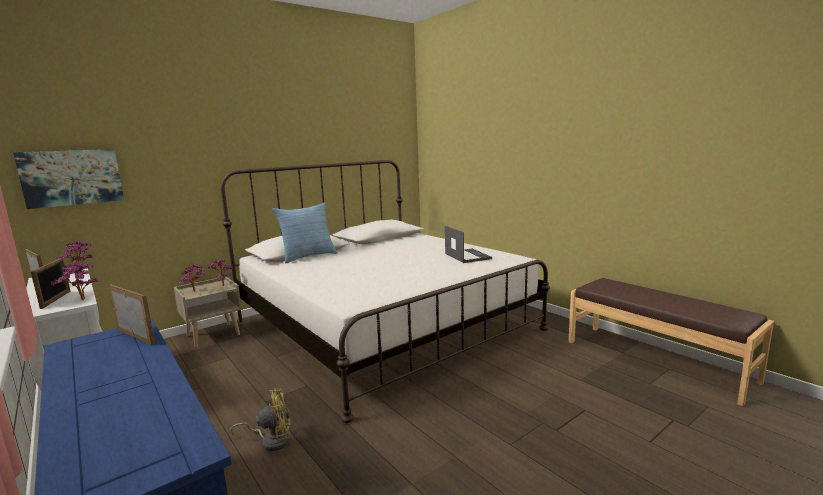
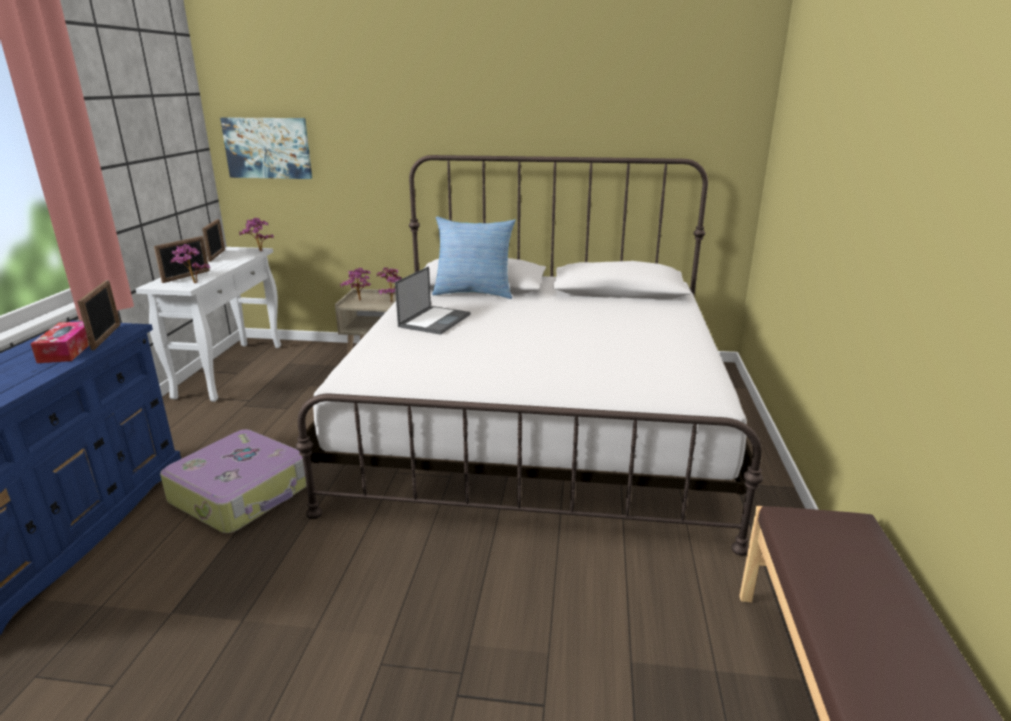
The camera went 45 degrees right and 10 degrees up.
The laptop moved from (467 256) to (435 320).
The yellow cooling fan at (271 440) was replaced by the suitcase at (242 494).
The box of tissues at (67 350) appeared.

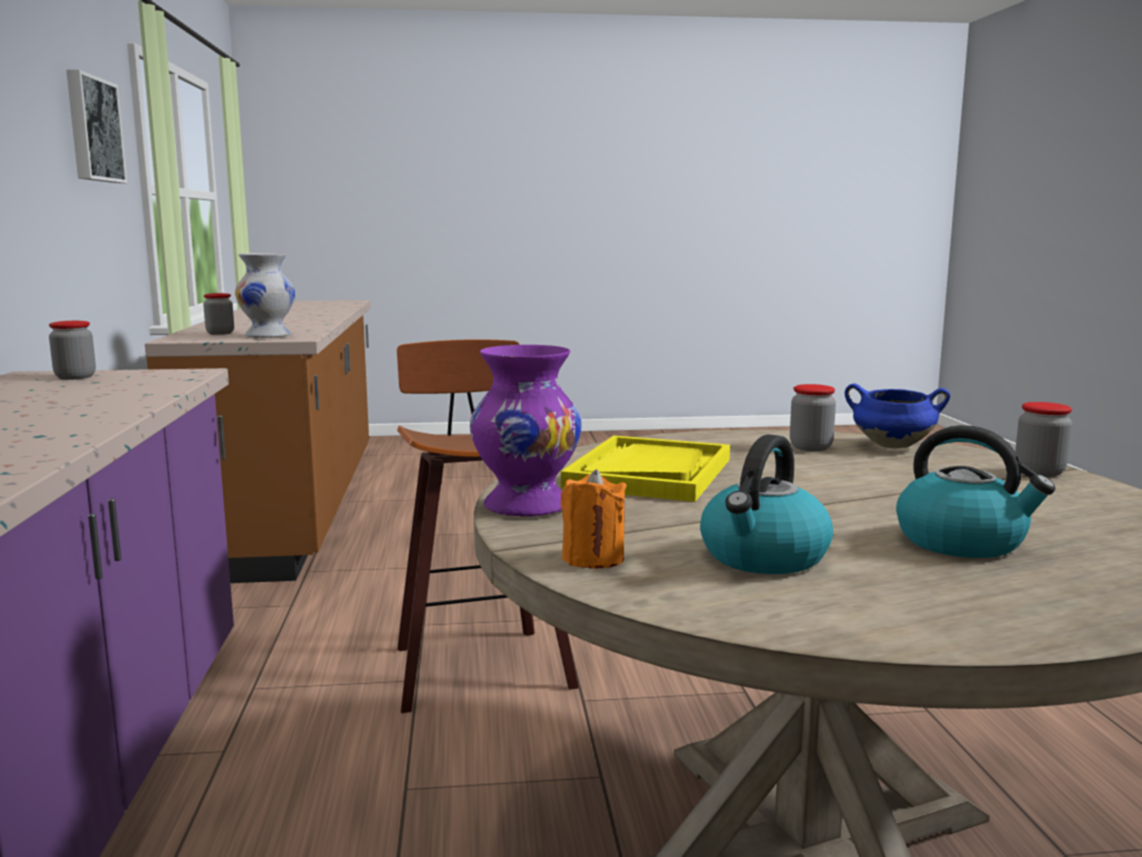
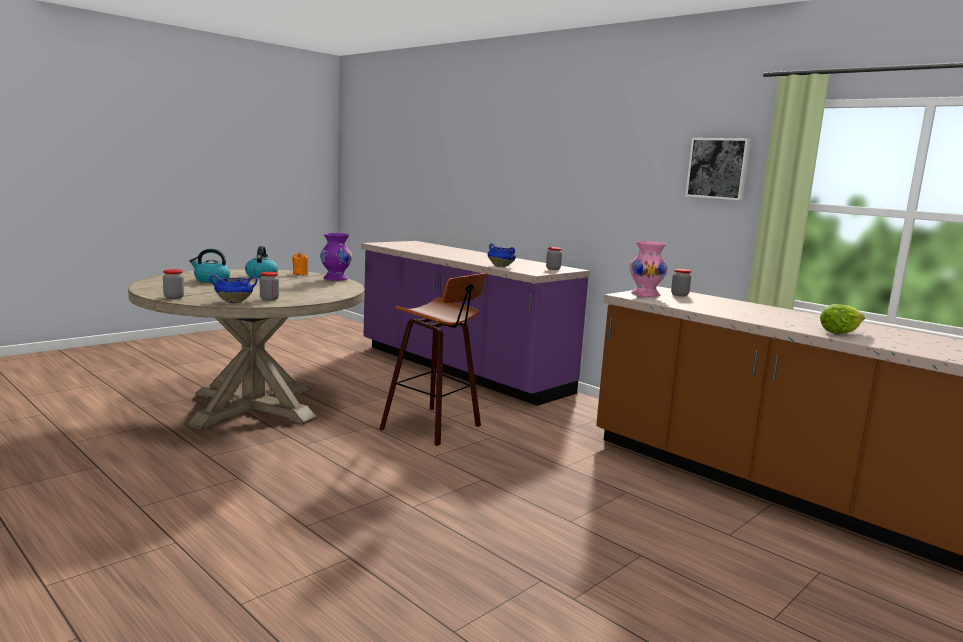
The camera went 140 degrees right and 0 degrees up.
The white flower vase at (269 336) became the pinkish flower vase at (645 295).
The yellow serving tray at (649 473) disappeared.
The bluish cooking pot at (501 266) appeared.
The head of lettuce at (839 332) appeared.

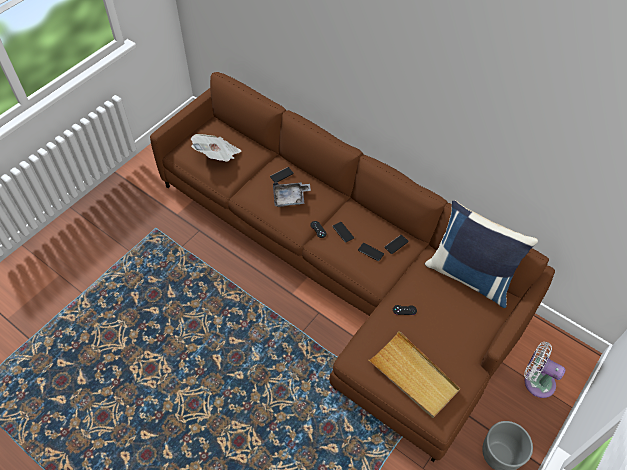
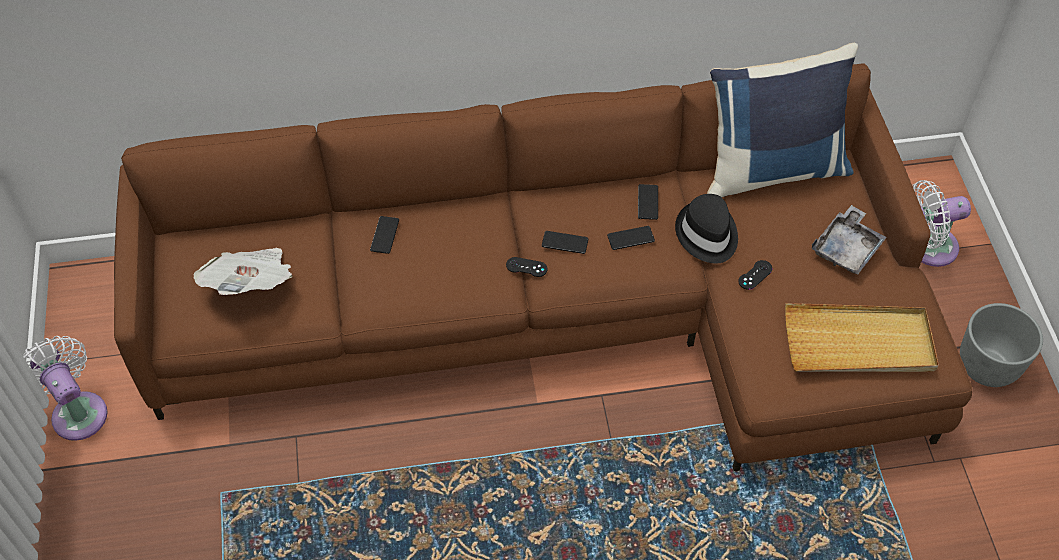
The camera went 45 degrees left and 0 degrees up.
The gray serving tray moved from (290 198) to (847 248).
The black clothing hat at (706 234) appeared.
The white cooling fan at (77 411) appeared.

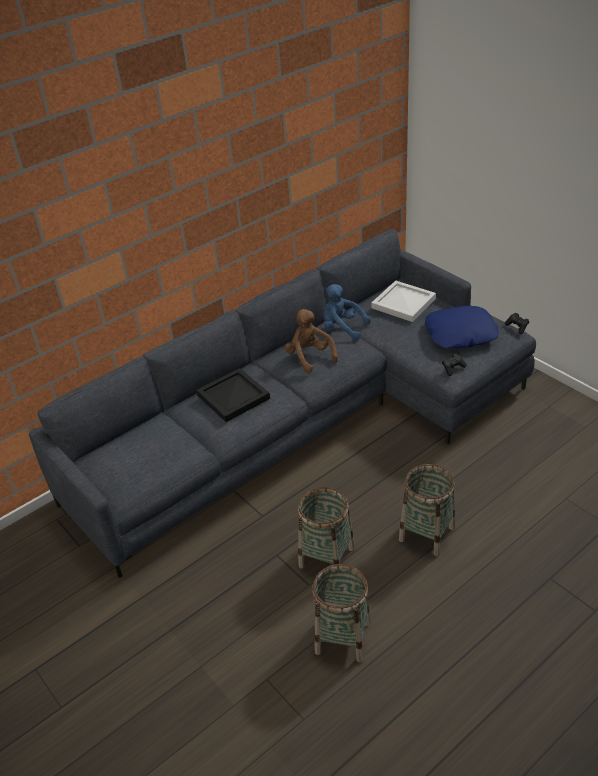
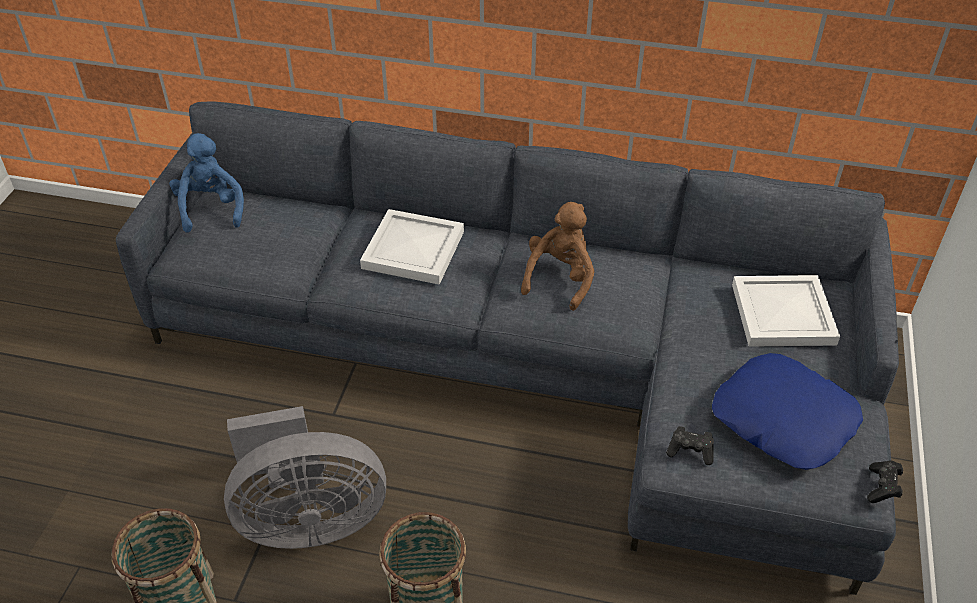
The camera went 50 degrees right and 5 degrees up.
The bluish soft toy moved from (342 329) to (211 208).
The black serving tray at (233 398) became the white serving tray at (411 250).
The storage basket at (326 557) was replaced by the gray cooling fan at (308 520).

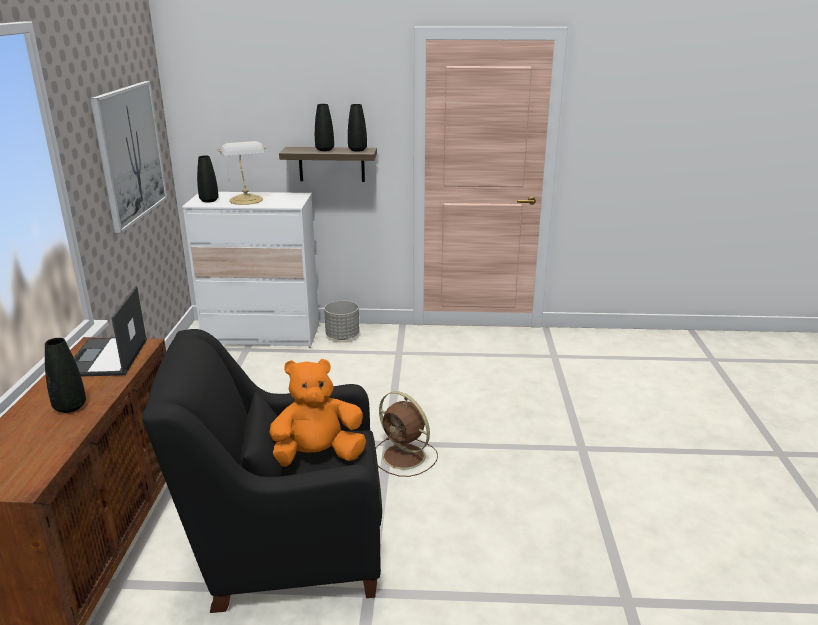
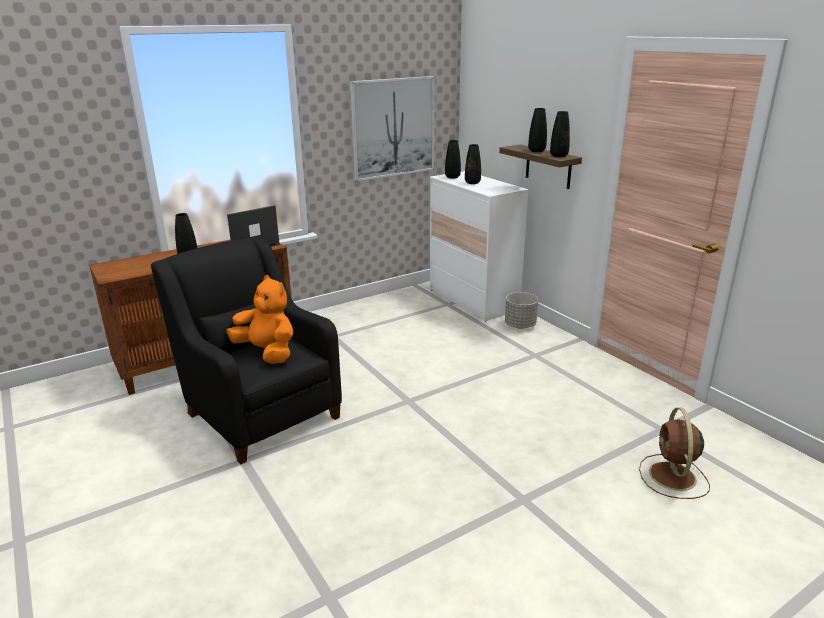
The camera went 55 degrees right and 0 degrees up.
The tabletop lamp at (246 200) was replaced by the black flower vase at (472 183).
The brown cooling fan moved from (405 457) to (673 477).

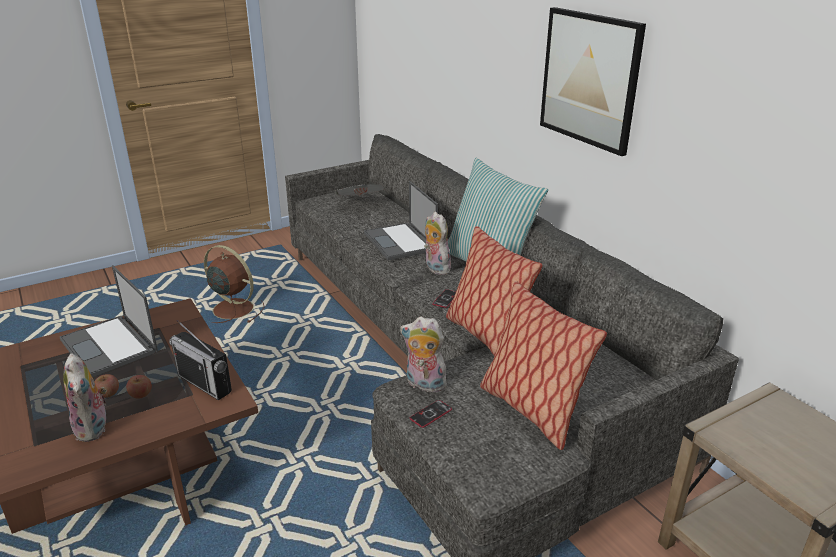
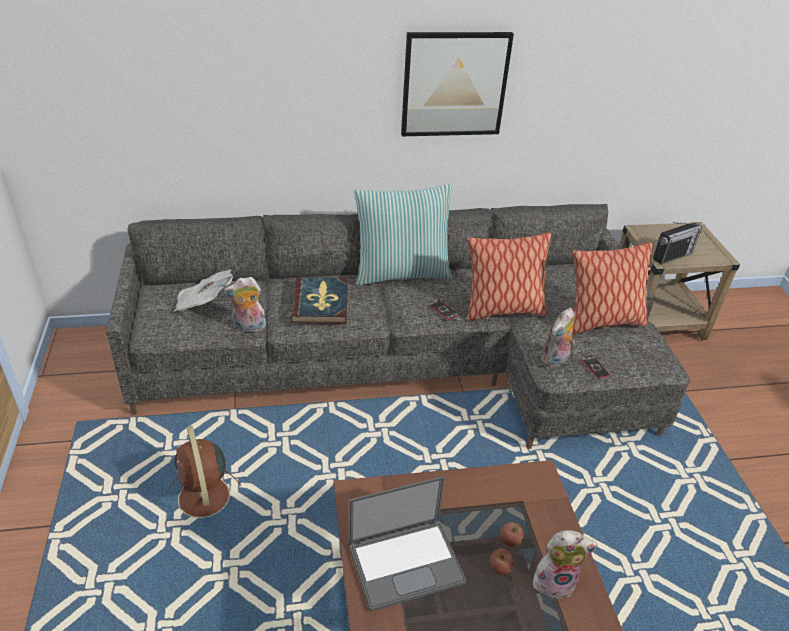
The camera went 70 degrees left and 10 degrees up.
The laptop at (400 242) was replaced by the book at (321 303).
The soft toy moved from (435 268) to (248 328).
The brown cooling fan at (231 309) turned 75 degrees counterclockwise.
The radio moved from (204 383) to (672 256).

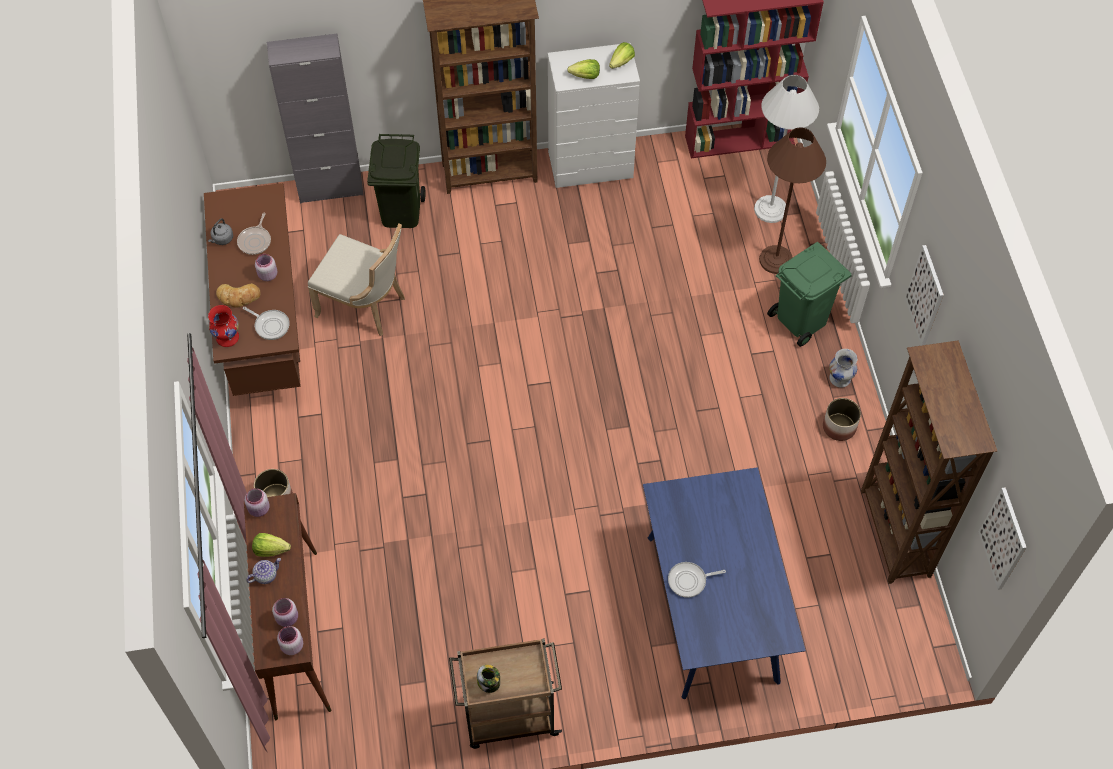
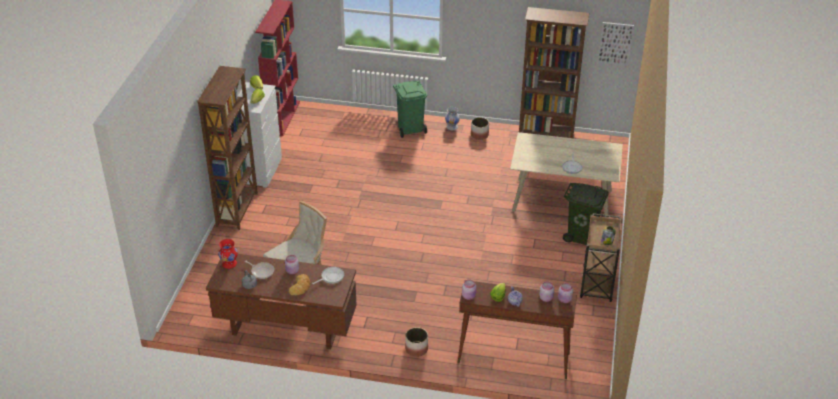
The camera went 70 degrees left and 20 degrees down.
The gray cupboard at (330 188) disappeared.
The white floor lamp at (770 209) disappeared.
The brown floor lamp at (776 260) disappeared.
The green waste bin moved from (400 212) to (581 236).
The wall art at (925 296) disappeared.
The red-coloured flower vase moved from (227 337) to (229 264).
The bluish kitchen table at (713 608) became the sand-coloured kitchen table at (562 200).

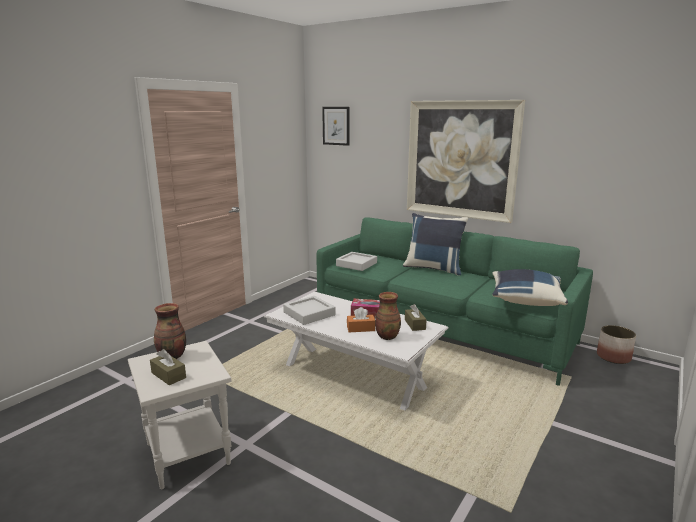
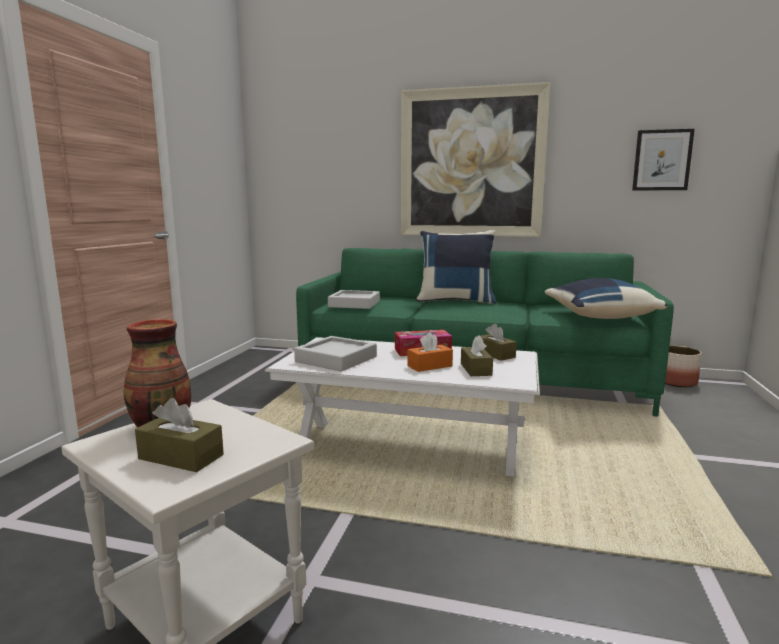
The camera went 20 degrees left and 5 degrees down.
The wall art moved from (336 126) to (662 160).
The flower vase at (387 336) was replaced by the brown box of tissues at (476 369).

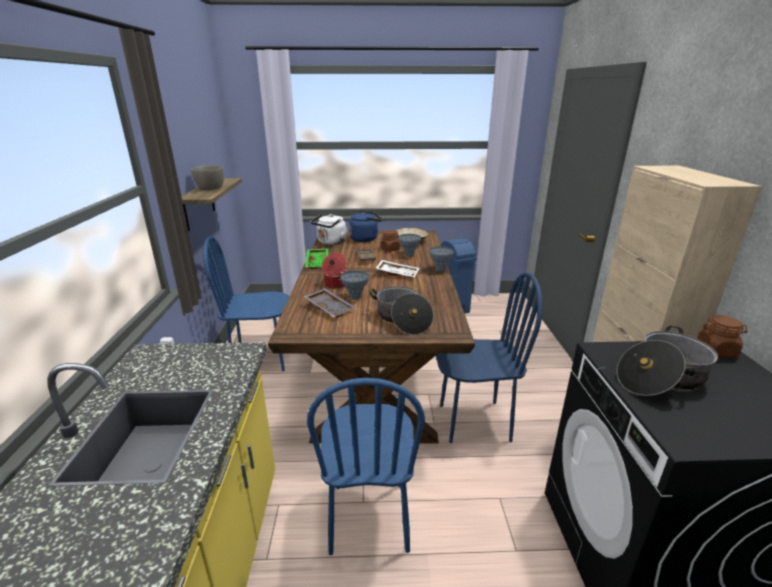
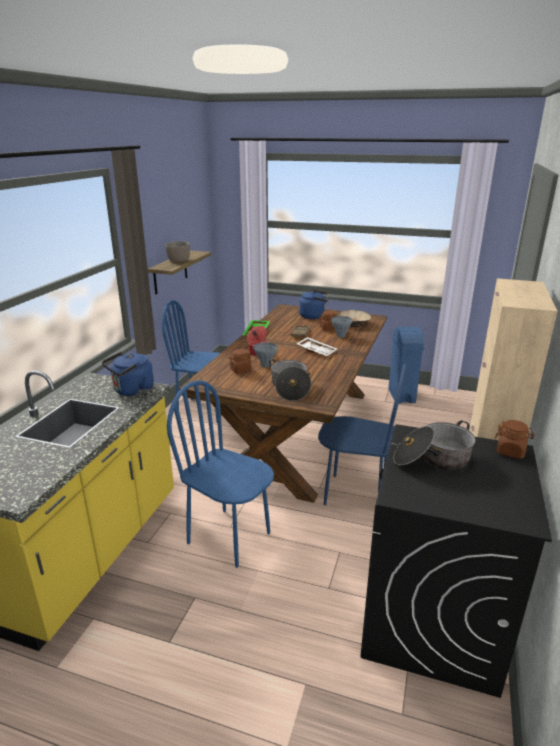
The camera went 20 degrees right and 0 degrees up.
The white kettle at (331 242) disappeared.
The gray flower vase at (440 270) disappeared.
The gray serving tray at (330 308) was replaced by the brown preserve jar at (240 370).
The bluish chair at (369 517) turned 105 degrees clockwise.
The bluish kettle at (131 391) appeared.

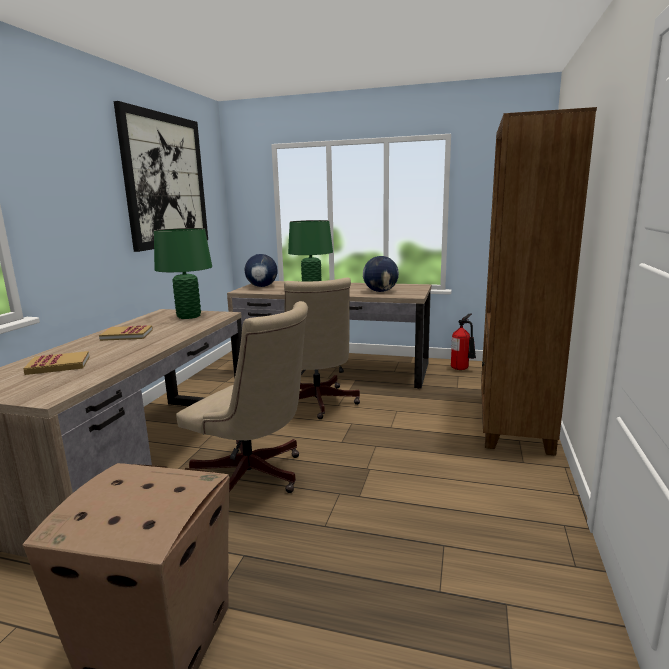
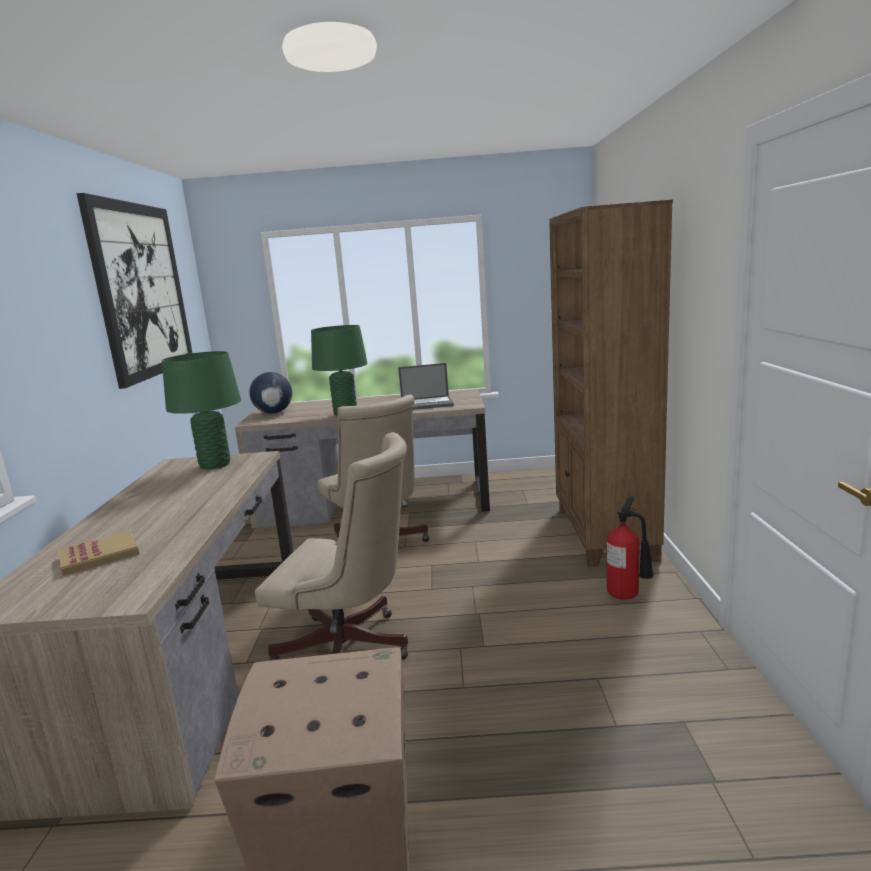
The camera went 15 degrees left and 0 degrees up.
The globe at (380 291) was replaced by the laptop at (427 404).
The extinguisher moved from (462 369) to (628 595).
The book at (127 335) disappeared.

